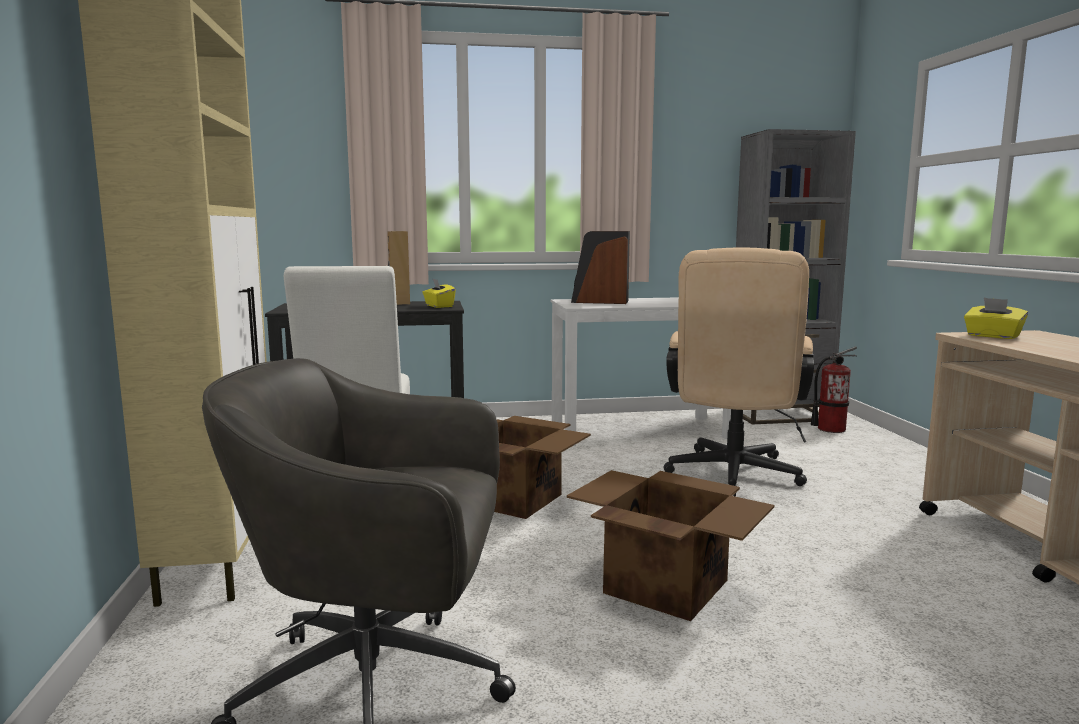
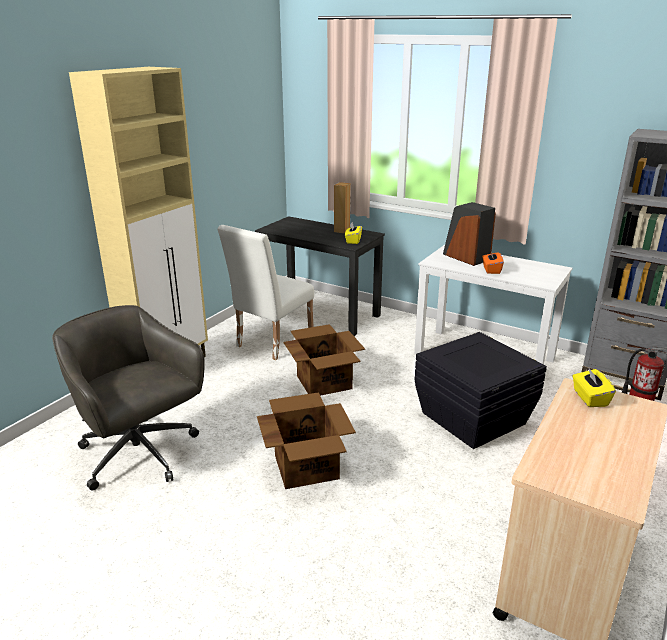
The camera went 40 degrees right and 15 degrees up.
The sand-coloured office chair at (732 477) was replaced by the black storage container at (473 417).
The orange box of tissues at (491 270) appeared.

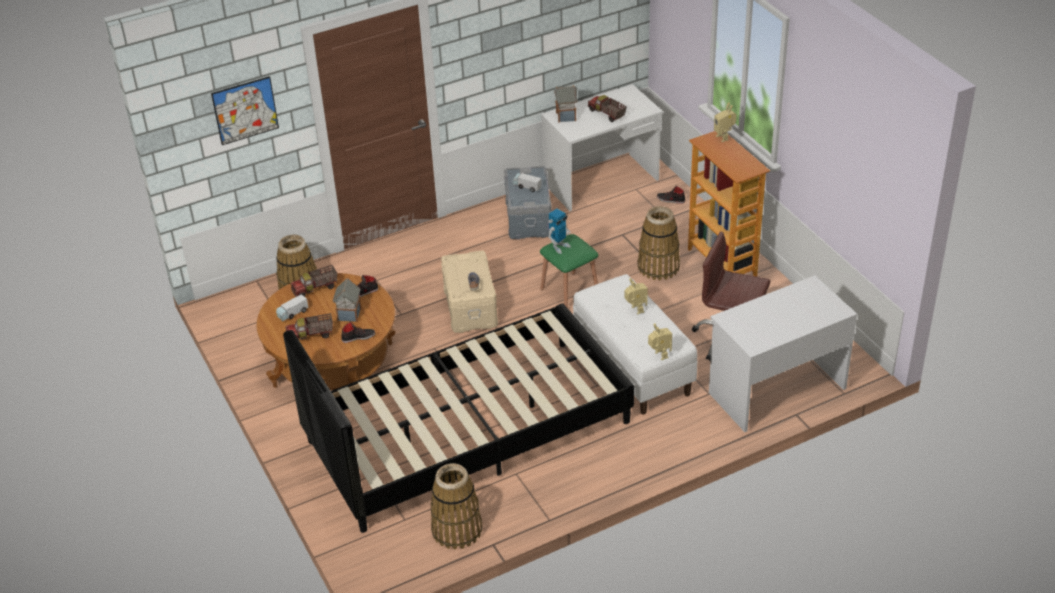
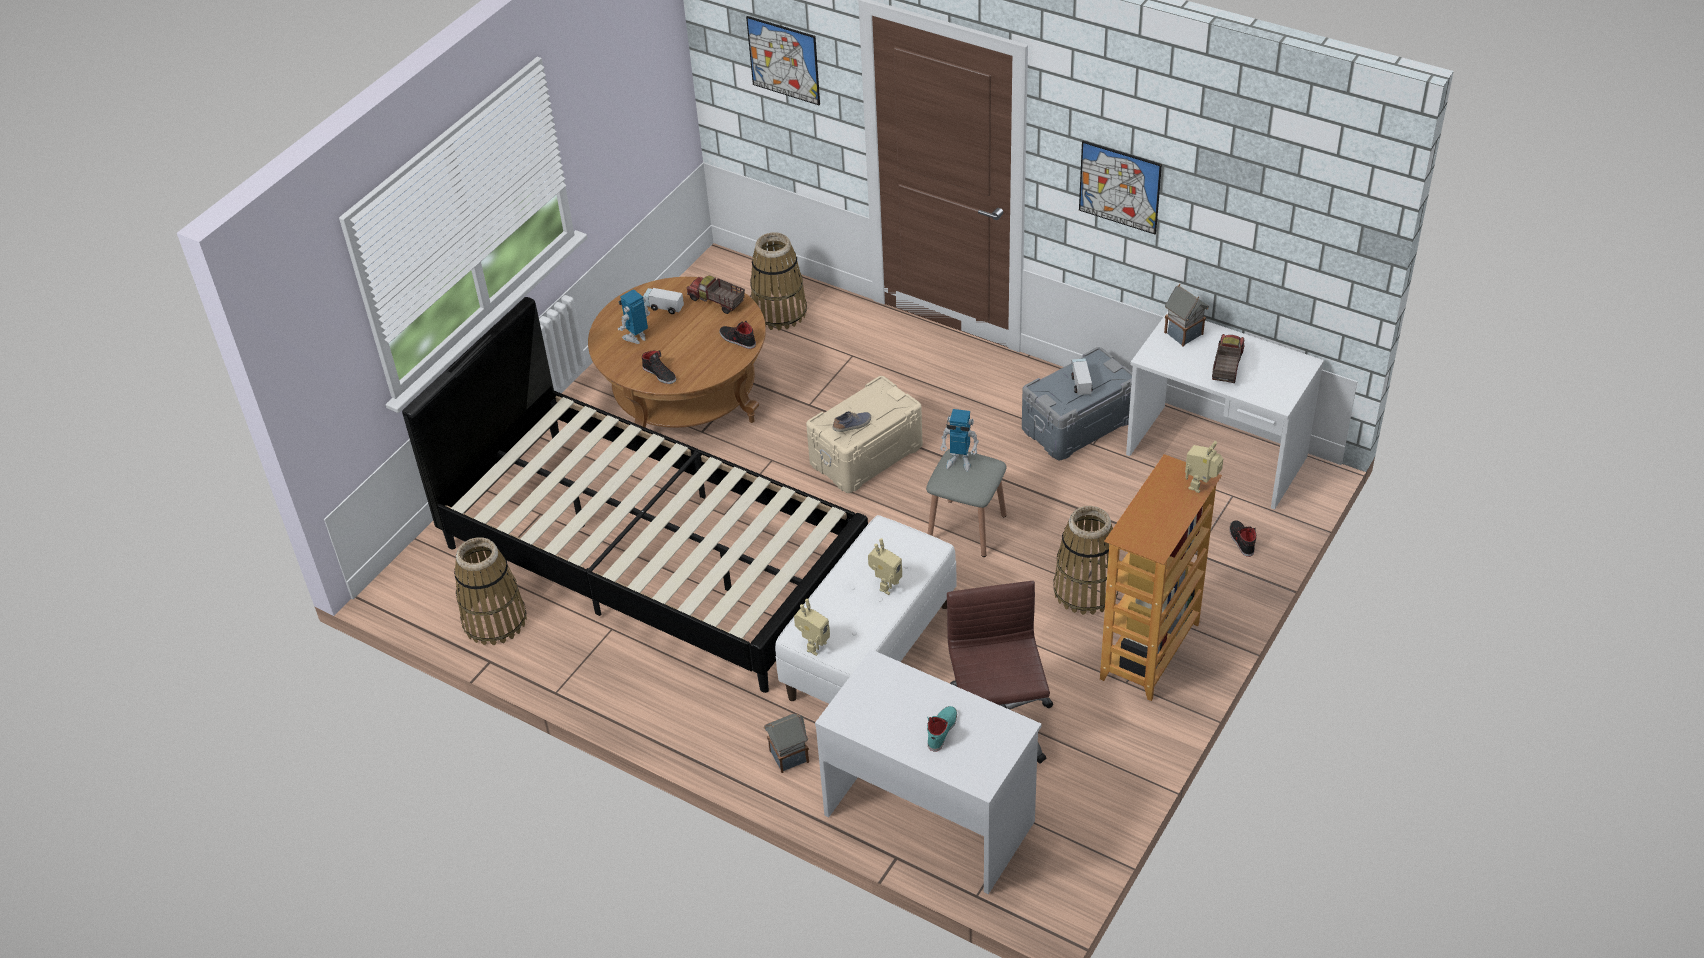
The camera went 60 degrees right and 5 degrees up.
The green sitting stool at (569 291) became the gray sitting stool at (966 527).
The model house moved from (349 315) to (788 757).
The model truck at (310 335) was replaced by the toy robot at (637 338).
The wall art at (1119 187) appeared.
The turquoise low shoe at (941 730) appeared.

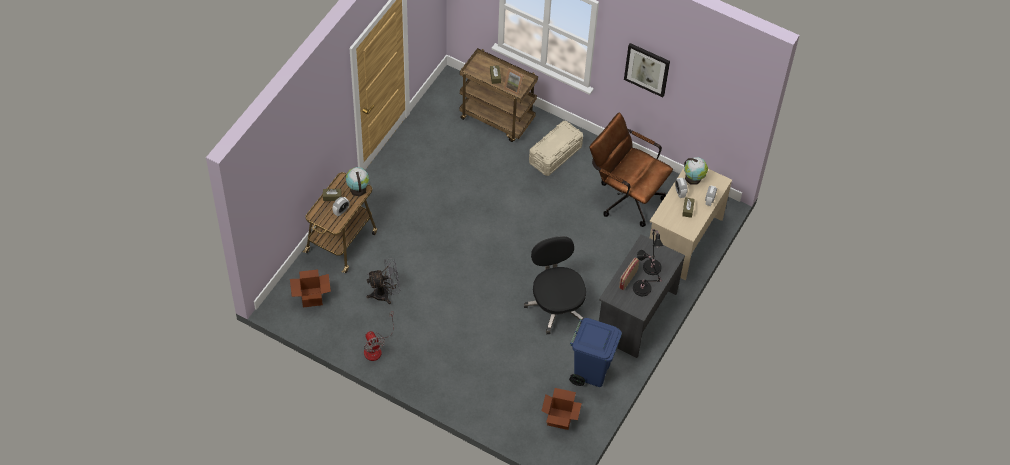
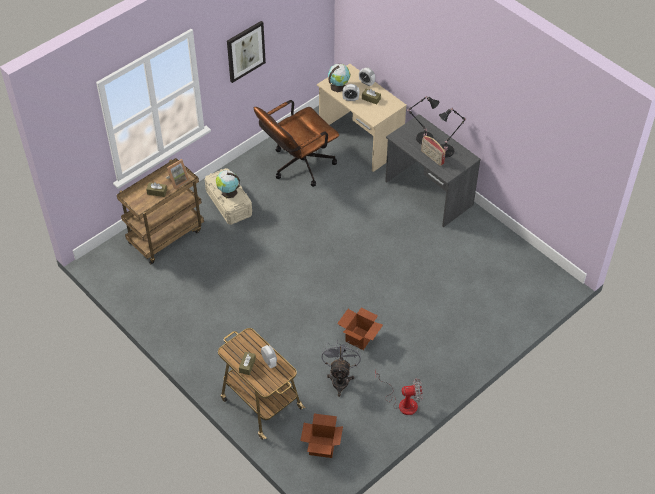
The camera went 70 degrees left and 5 degrees down.
The globe moved from (358 188) to (228 192).
The black office chair at (556 305) disappeared.
The bluish waste bin at (591 371) disappeared.
The carton moved from (559 418) to (359 338).

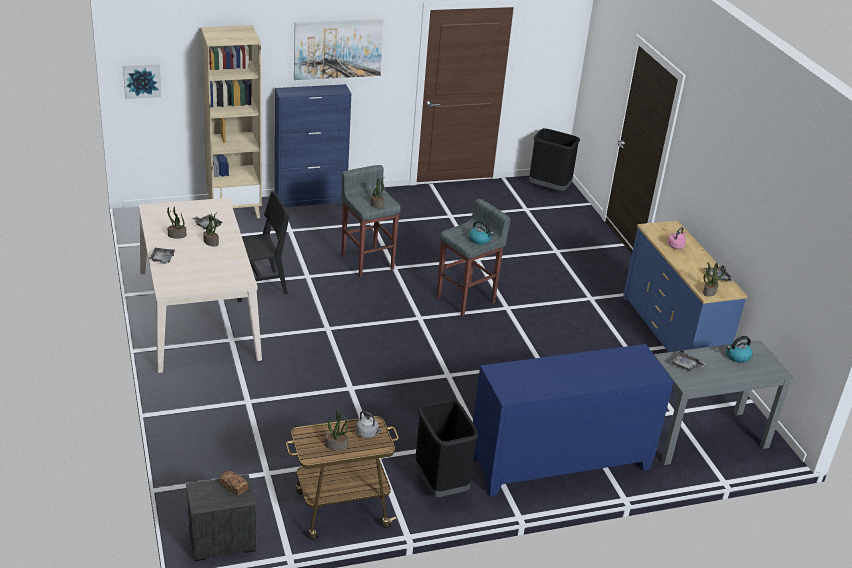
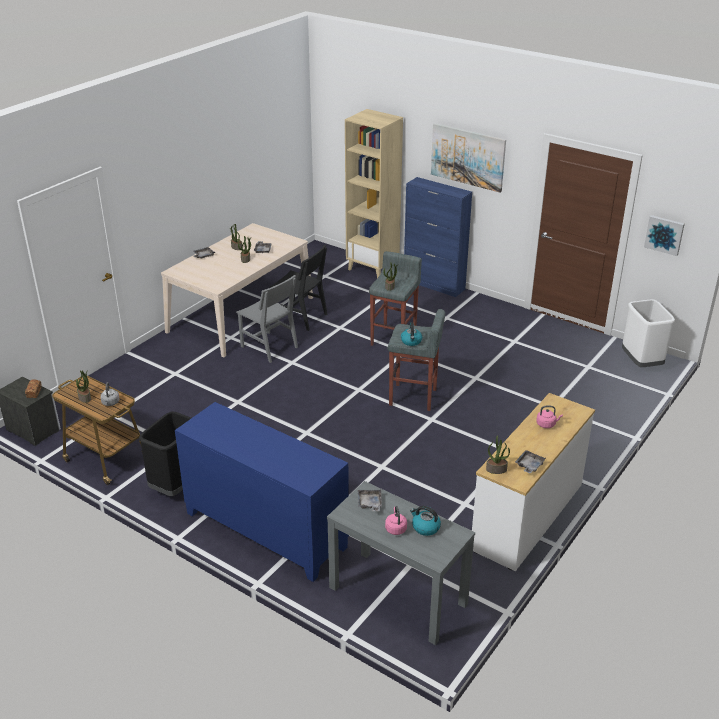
The camera went 55 degrees right and 0 degrees up.
The wall art moved from (142 80) to (664 234).
The black waste bin at (548 188) became the white waste bin at (640 362).
The bluish dresser at (672 334) became the white dresser at (528 517).
The gray chair at (269 347) appeared.
The pinkish kettle at (395 528) appeared.

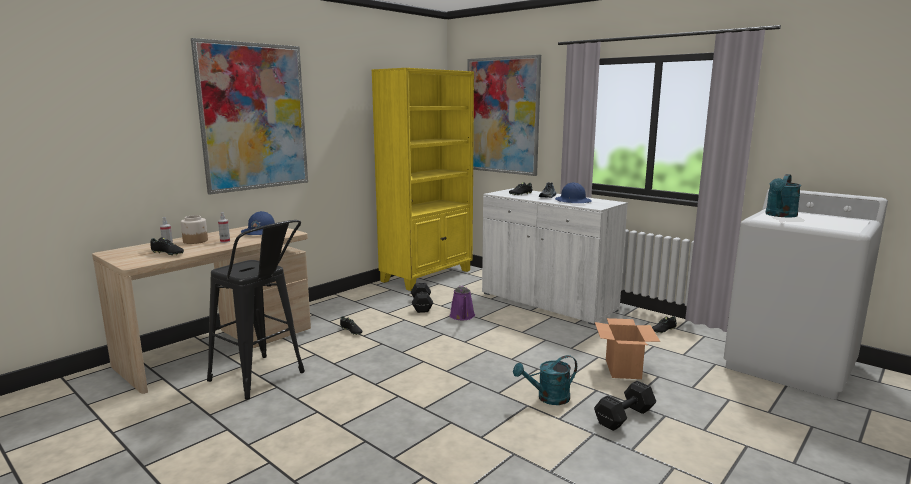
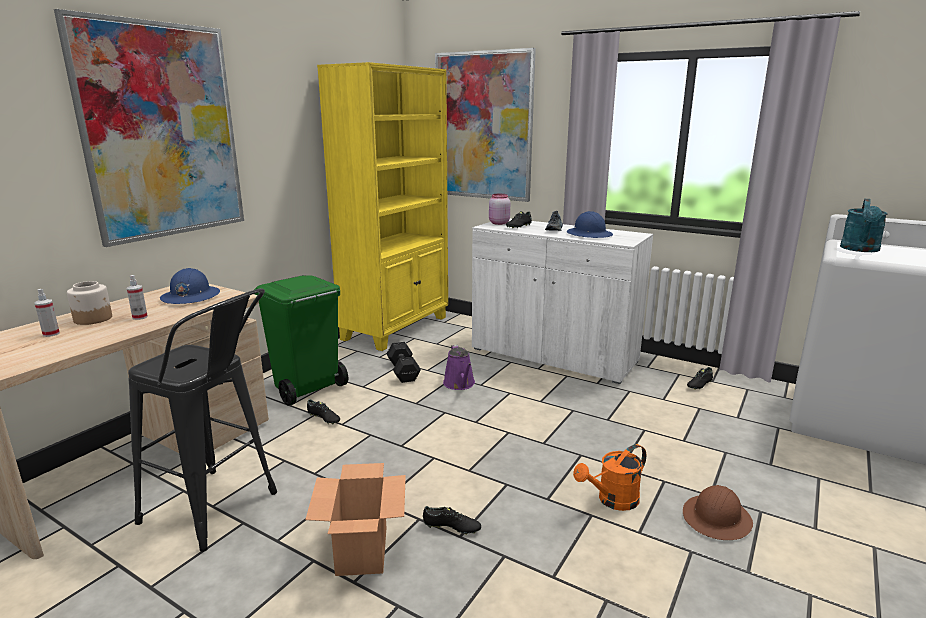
The camera went 10 degrees left and 5 degrees up.
The black low shoe moved from (167 253) to (451 528).
The carton moved from (622 369) to (361 550).
The turquoise sprinkling can at (548 398) became the orange sprinkling can at (612 500).
The black hand weight at (625 416) was replaced by the brown work helmet at (717 519).
The pinkish preserve jar at (498 223) appeared.
The green waste bin at (306 389) appeared.

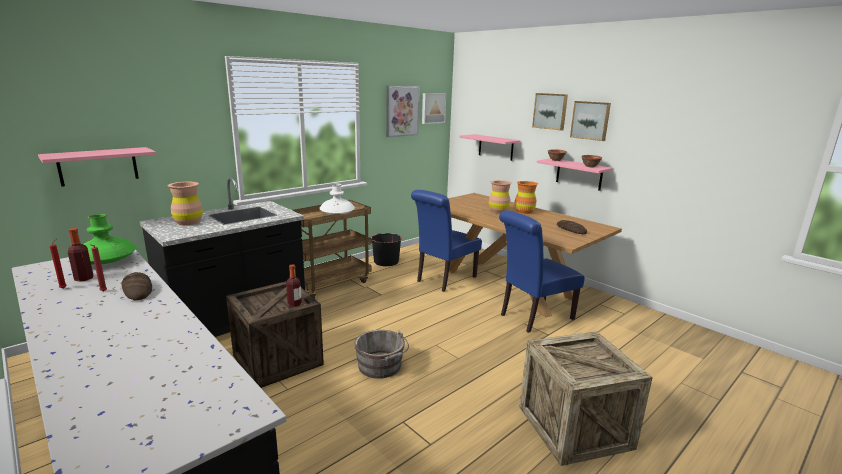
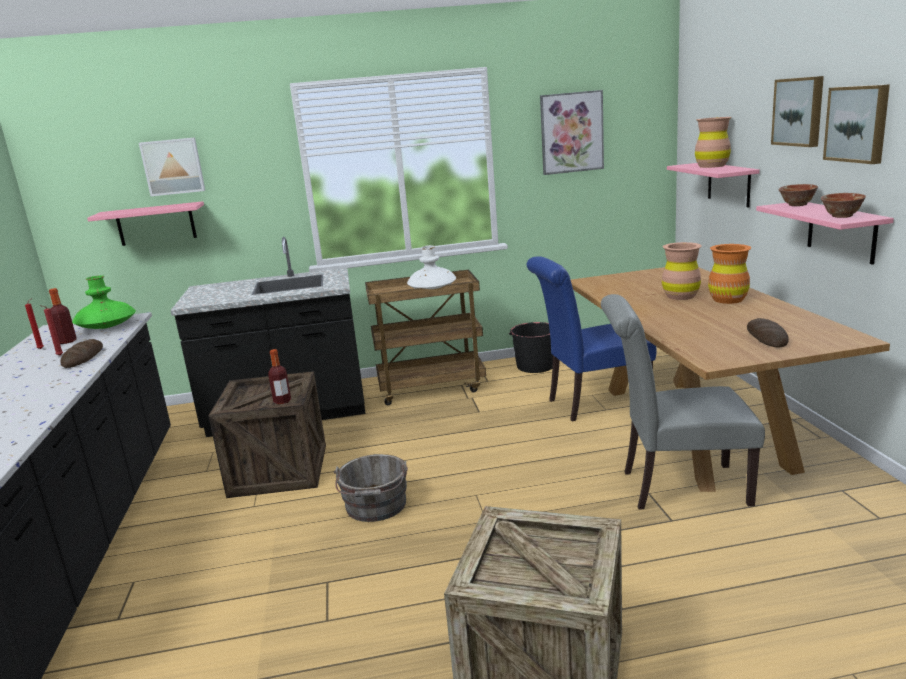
The camera went 35 degrees right and 0 degrees up.
The wall art moved from (433 108) to (173 166).
The brown flower vase moved from (188 222) to (712 166).
The bluish chair at (533 317) became the gray chair at (676 487).

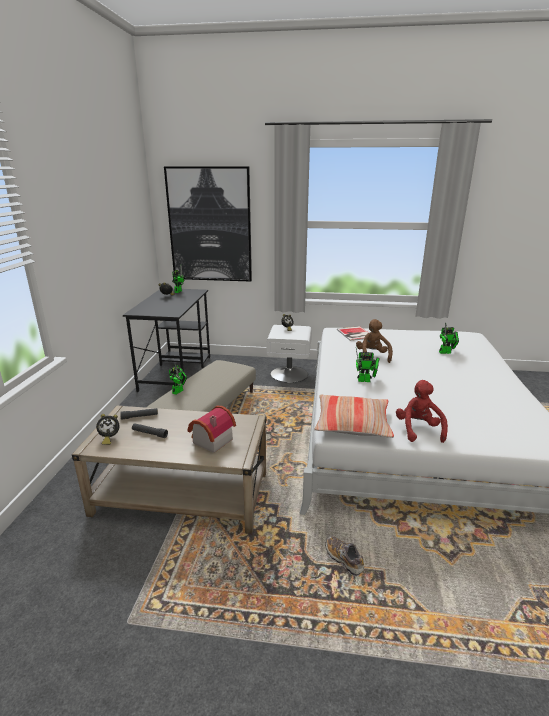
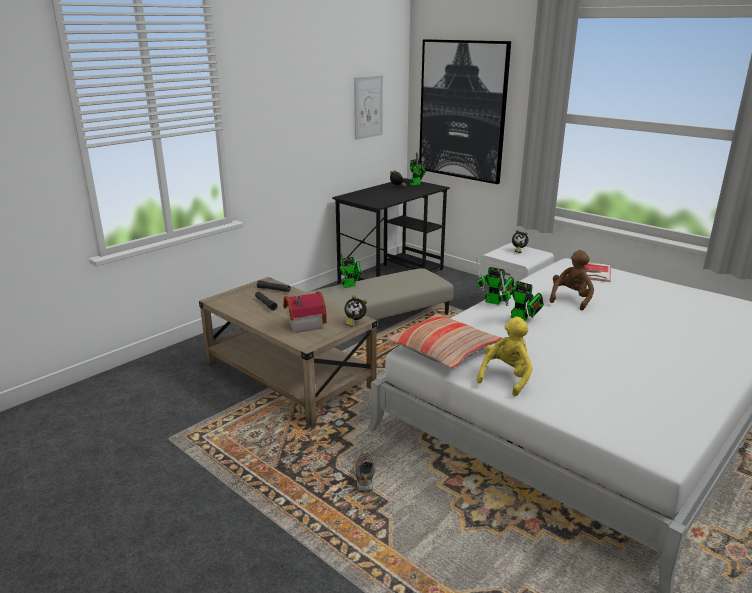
The camera went 35 degrees right and 0 degrees up.
The toy robot moved from (446 352) to (495 302).
The red-coloured soft toy at (418 430) became the yellow soft toy at (506 377).
The bedside clock moved from (109 438) to (354 322).
The wall art at (368 107) appeared.

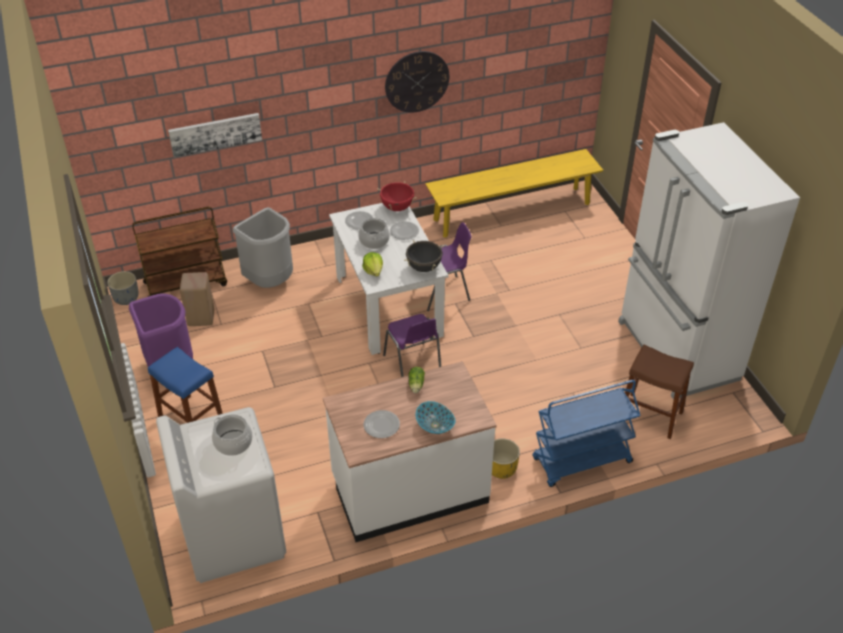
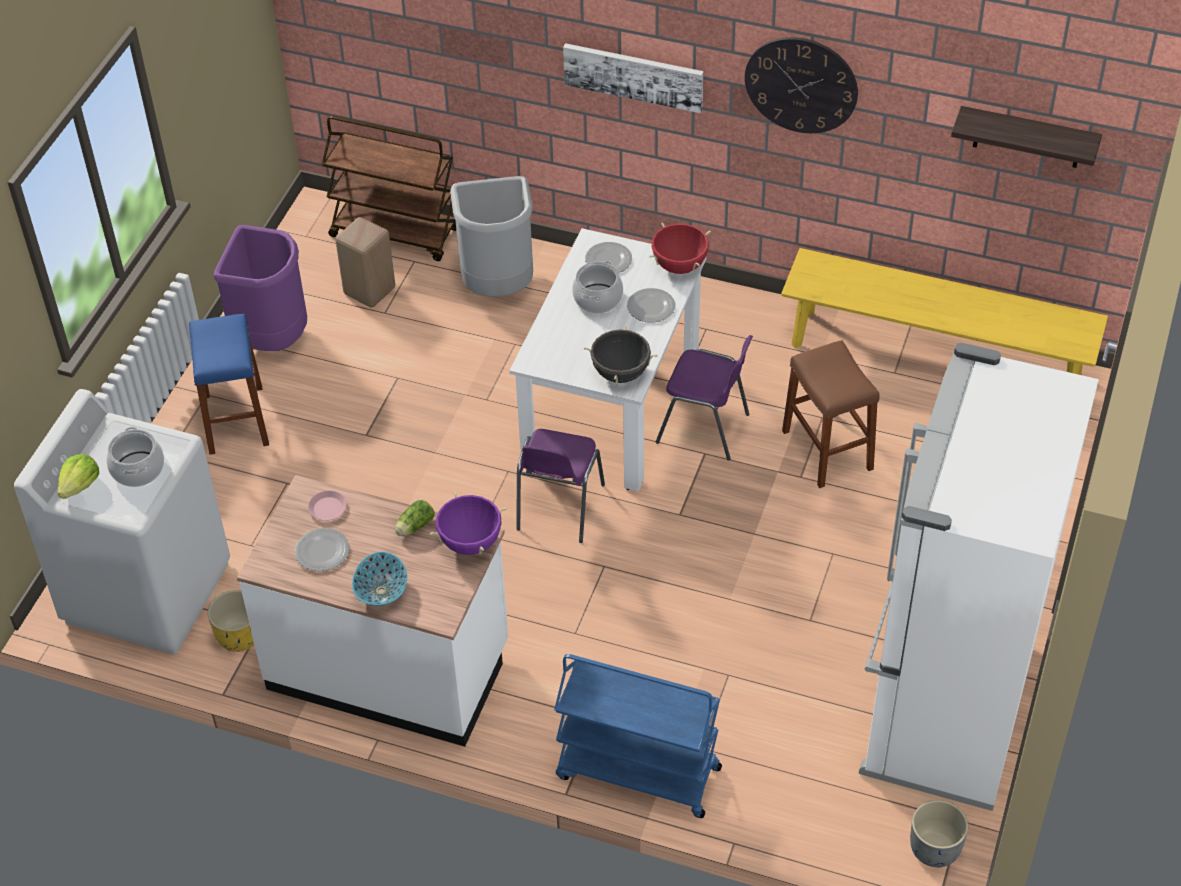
The camera went 40 degrees right and 5 degrees up.
The wall art moved from (215 133) to (634 76).
The head of lettuce moved from (373 270) to (80 485).
The gray planter moved from (126 298) to (934 849).
The brown sitting stool moved from (650 415) to (827 450).
The yellow planter moved from (501 468) to (240 636).
The wall shelf at (1027 138) appeared.
The pinkish dinner plate at (328 508) appeared.
The purple-coloured cooking pot at (470 542) appeared.

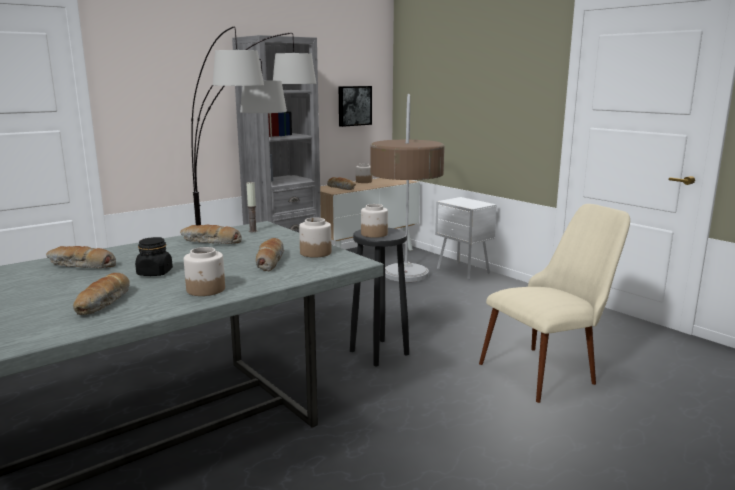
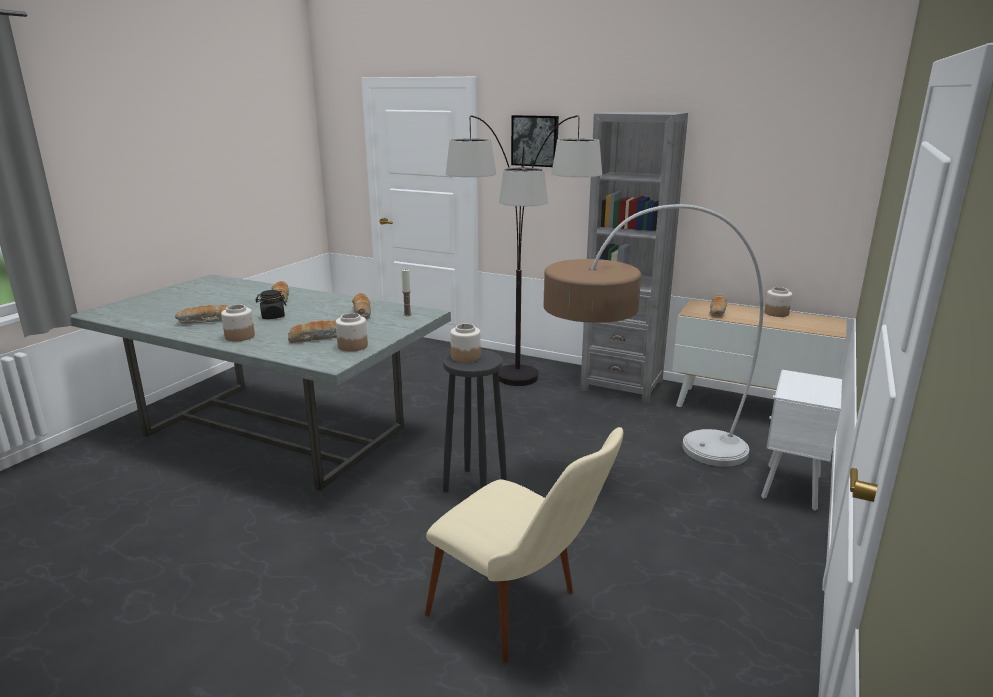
The camera went 65 degrees right and 5 degrees up.
The wall art moved from (354 105) to (535 140).

